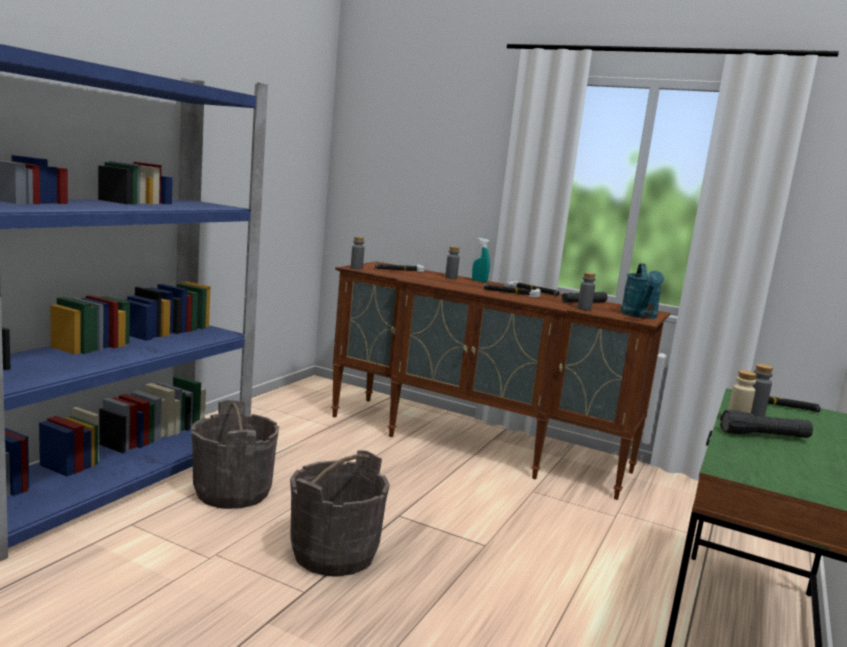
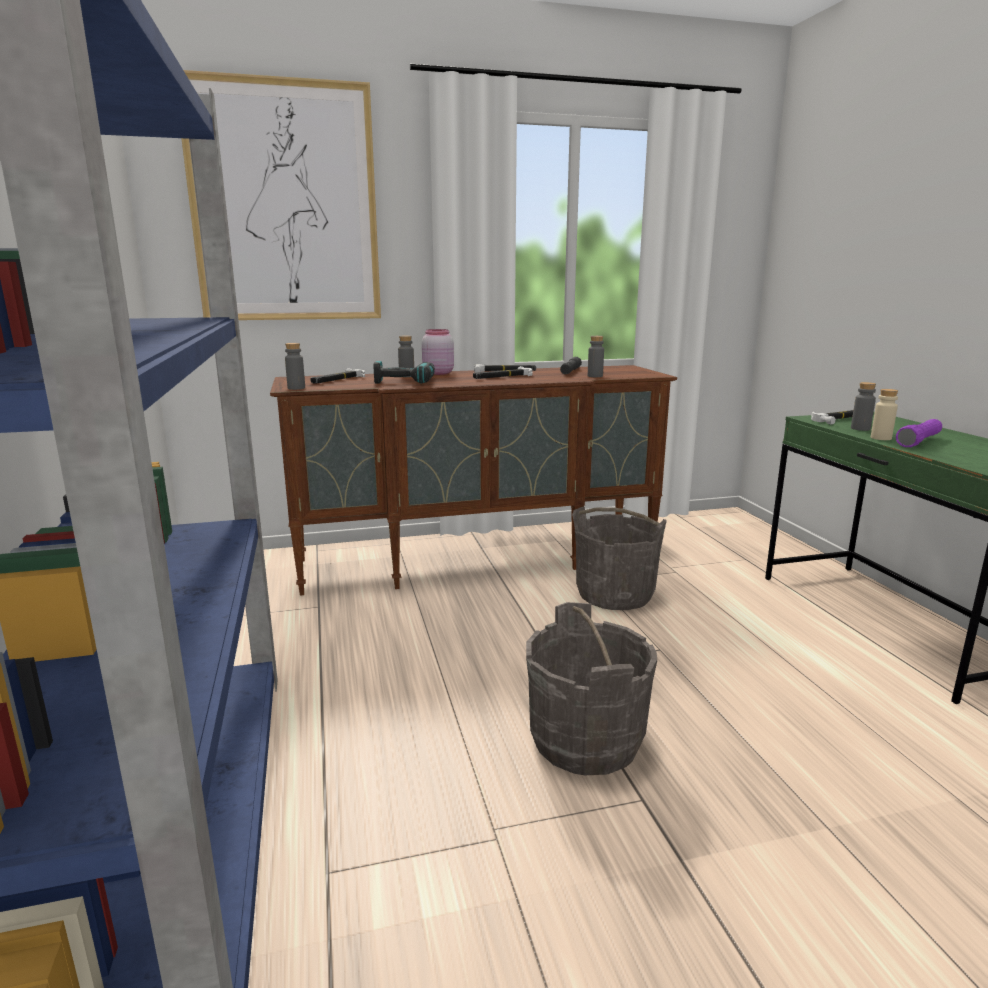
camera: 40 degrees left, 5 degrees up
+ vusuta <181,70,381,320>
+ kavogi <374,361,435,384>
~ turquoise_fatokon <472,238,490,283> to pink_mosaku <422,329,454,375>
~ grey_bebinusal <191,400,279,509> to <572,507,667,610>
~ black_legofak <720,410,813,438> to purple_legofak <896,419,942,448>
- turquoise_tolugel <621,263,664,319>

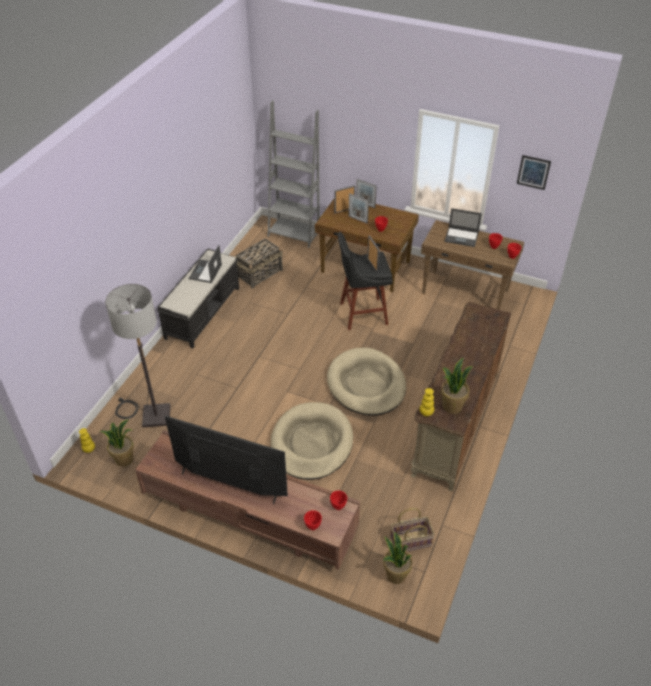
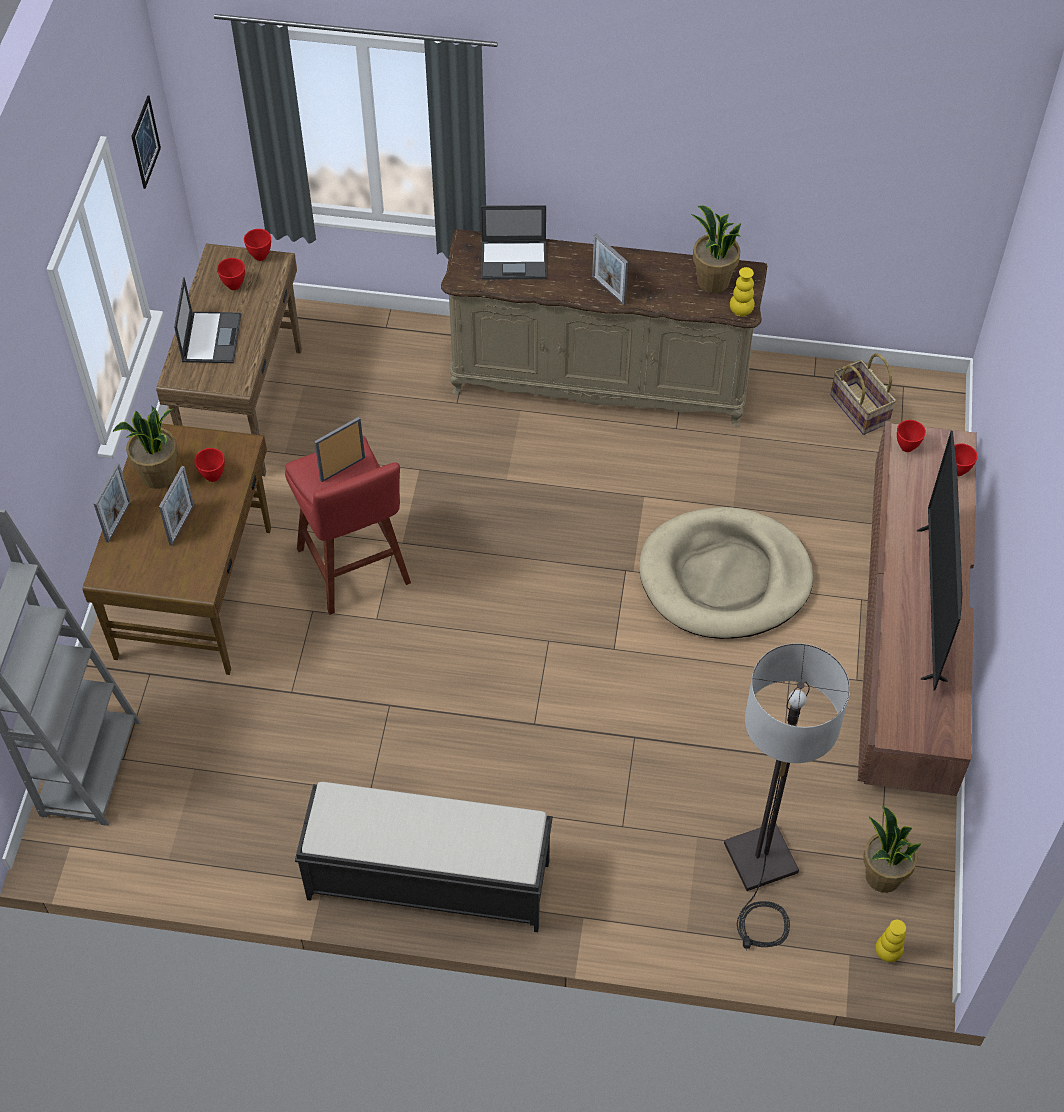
camera: 105 degrees left, 10 degrees up
~ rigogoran <383,532,412,584> to <113,405,178,489>
~ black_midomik <338,232,393,330> to red_midomik <285,436,411,615>
~ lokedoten <189,245,222,283> to <481,205,547,280>
~ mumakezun <334,185,355,213> to <592,234,628,305>
- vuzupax <235,238,283,289>
- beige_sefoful <327,348,406,416>

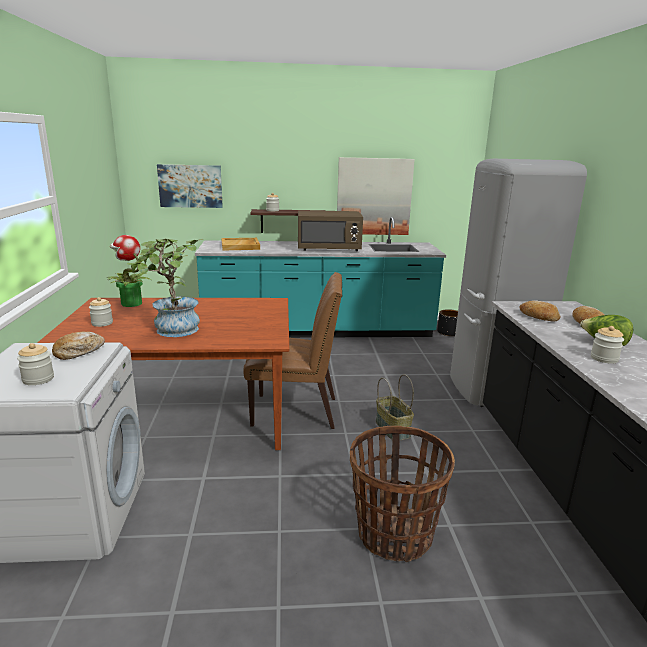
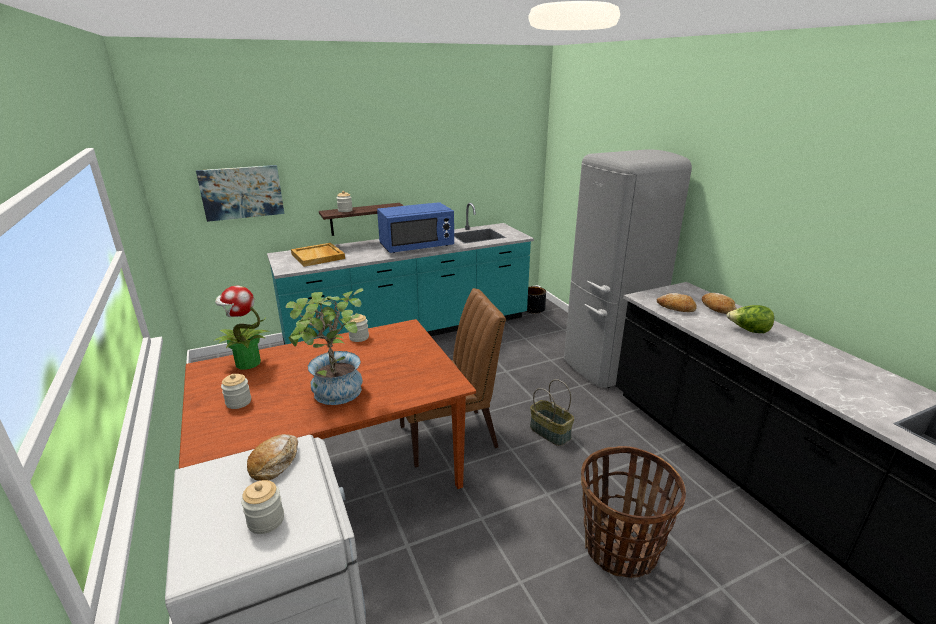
camera: 20 degrees left, 5 degrees up
~ mosaku <591,326,624,364> to <349,313,369,342>
~ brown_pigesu <298,210,363,251> to blue_pigesu <377,202,454,253>
- vusuta <337,157,415,235>

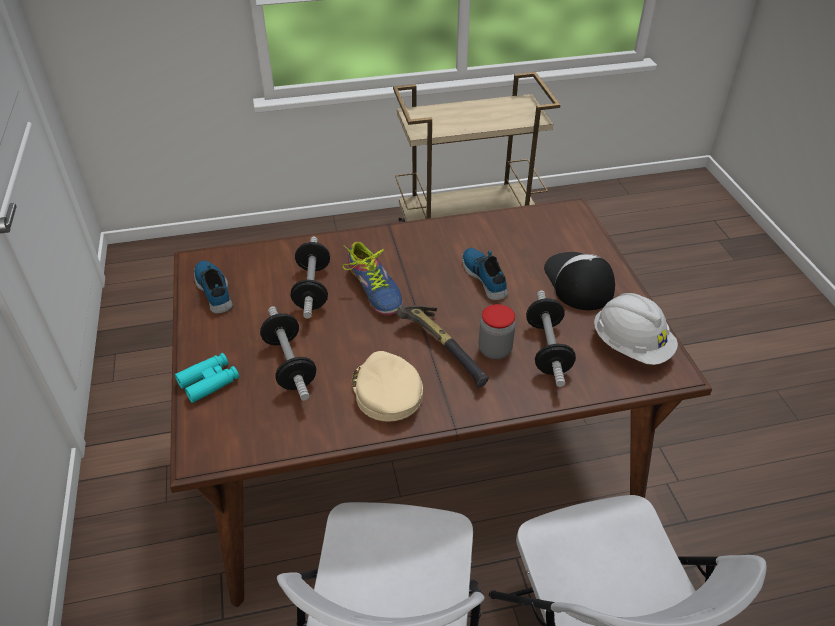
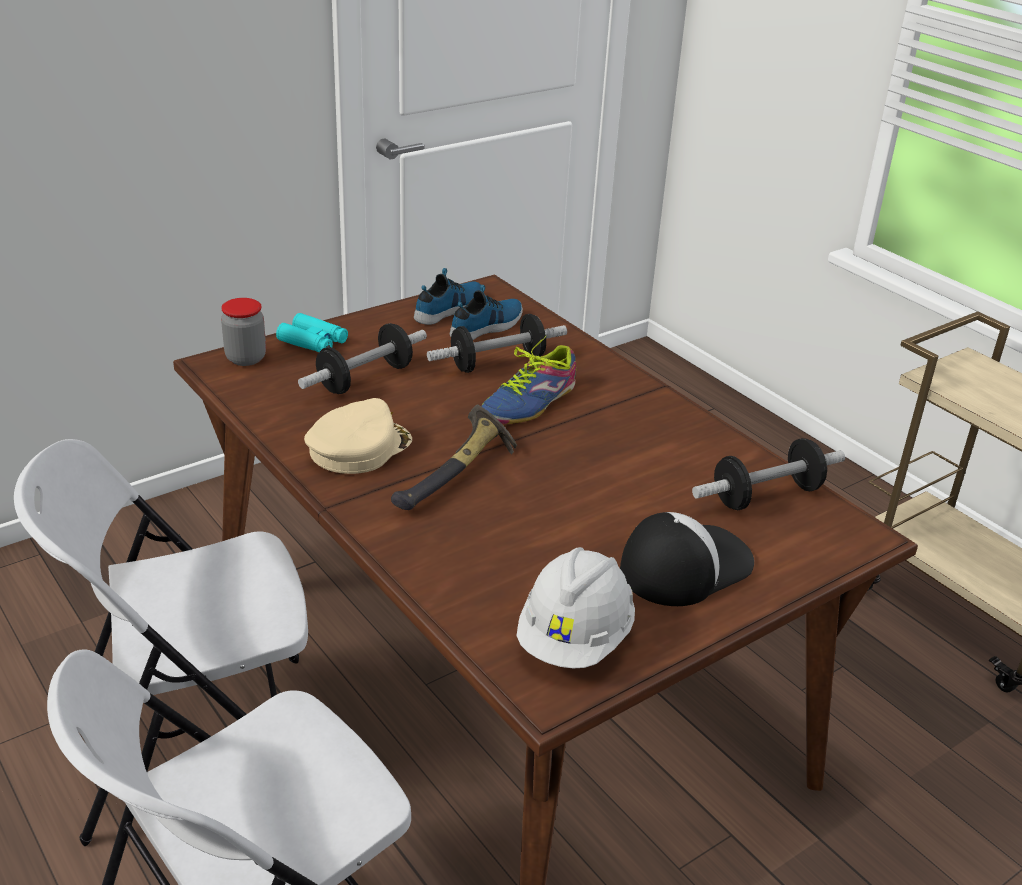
camera: 65 degrees right, 10 degrees down
~ mosaku <479,304,515,360> to <221,298,266,366>
~ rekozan <462,248,508,300> to <450,285,523,340>
~ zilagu <526,290,576,387> to <692,438,845,510>

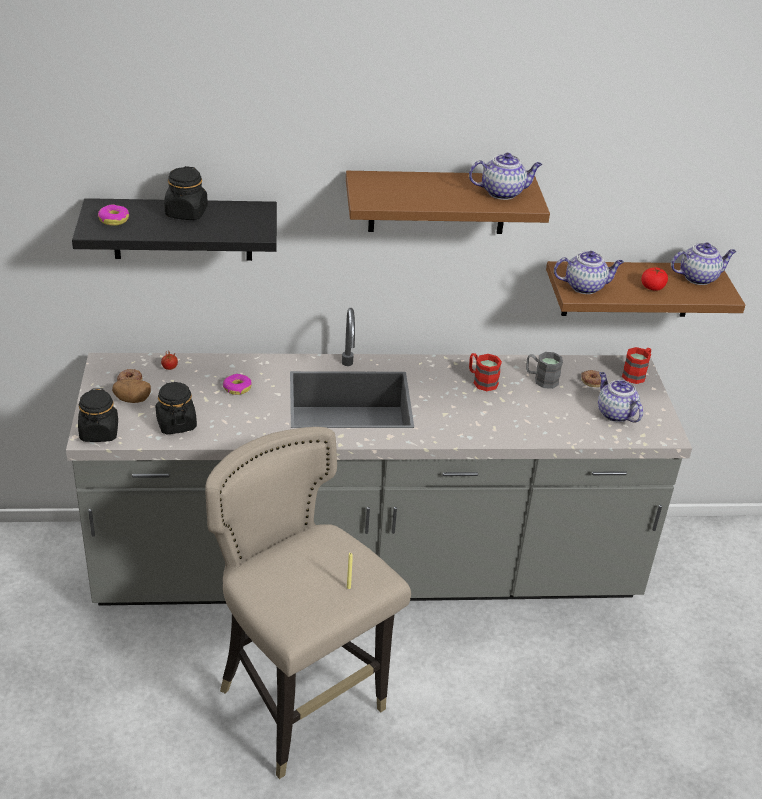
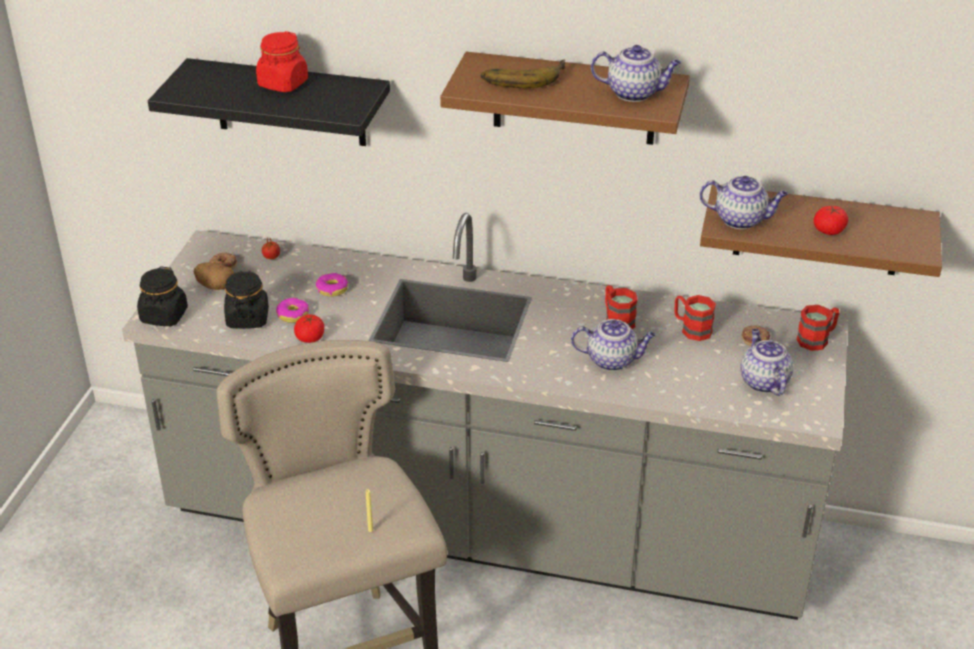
camera: 20 degrees right, 0 degrees up
~ black_mosaku <164,166,208,220> to red_mosaku <256,31,308,92>
~ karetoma <98,205,129,226> to <276,298,309,323>
+ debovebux <294,314,324,343>
+ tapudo <481,60,565,88>
~ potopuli <671,243,736,285> to <571,319,656,371>
~ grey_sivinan <526,352,563,389> to red_sivinan <674,295,716,341>

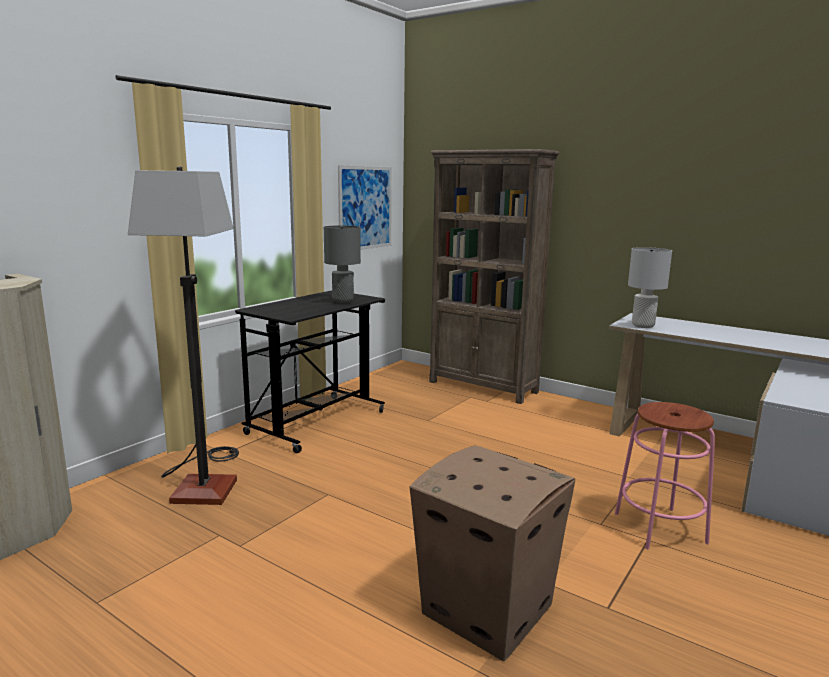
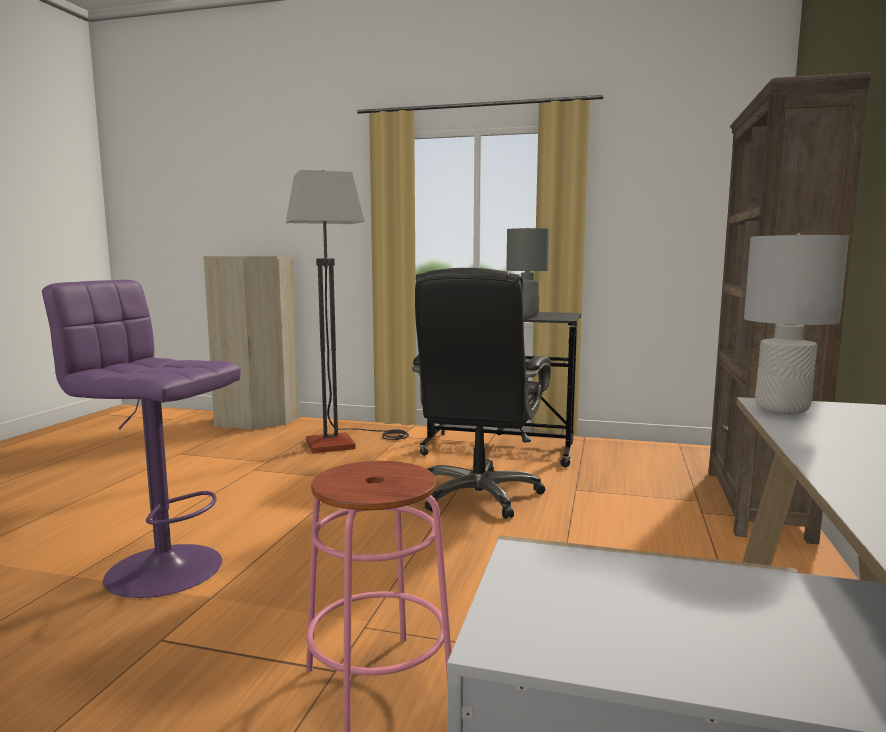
camera: 70 degrees right, 5 degrees down
~ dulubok <409,445,575,661> to purple_midomik <42,280,241,598>
+ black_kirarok <412,268,551,519>
- vusuta <338,165,392,250>

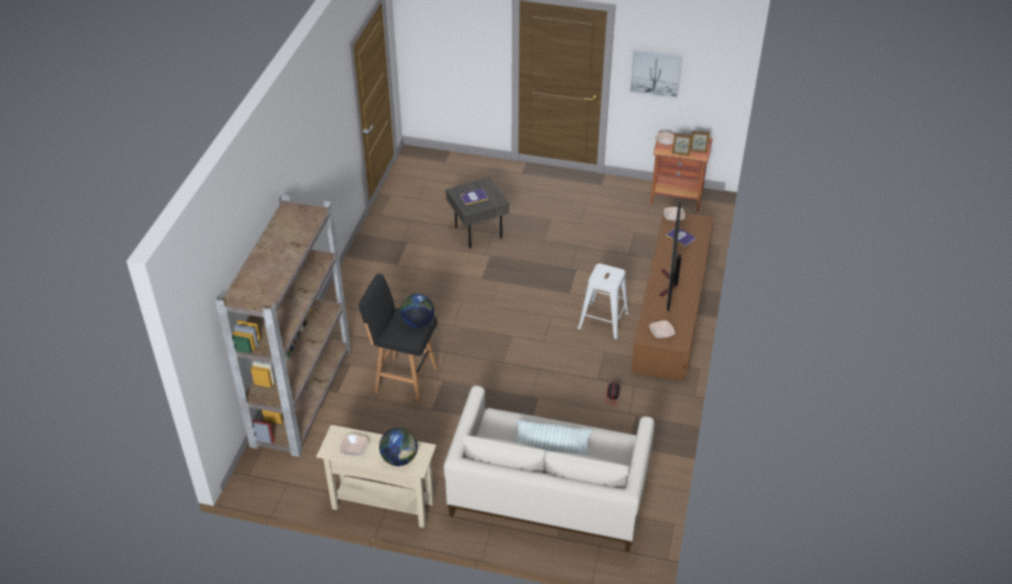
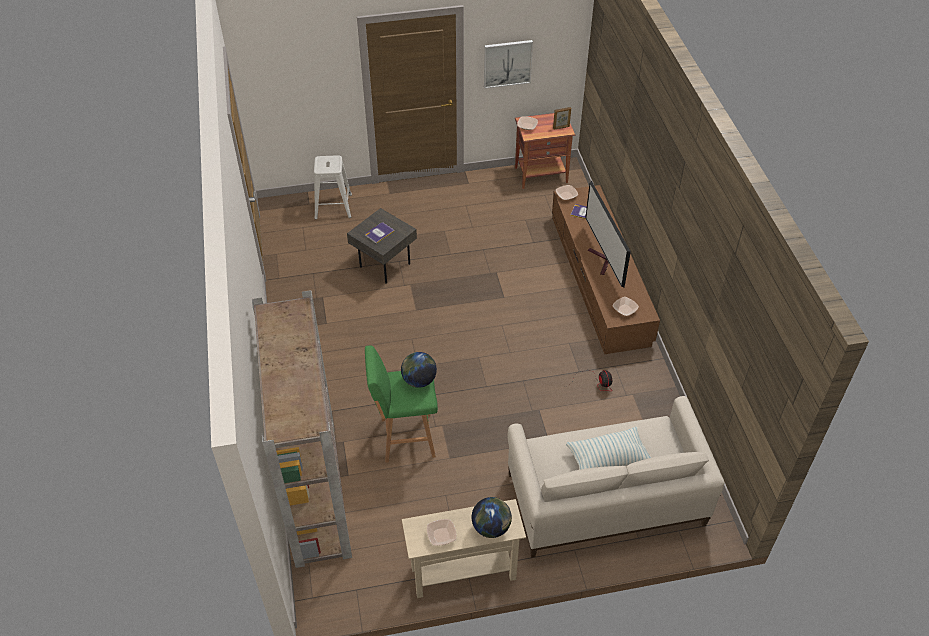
camera: 25 degrees left, 5 degrees up
~ white_midomik <578,264,629,340> to <314,155,352,219>
~ black_midomik <359,274,438,404> to green_midomik <365,345,438,463>
- mumakezun <672,133,692,156>

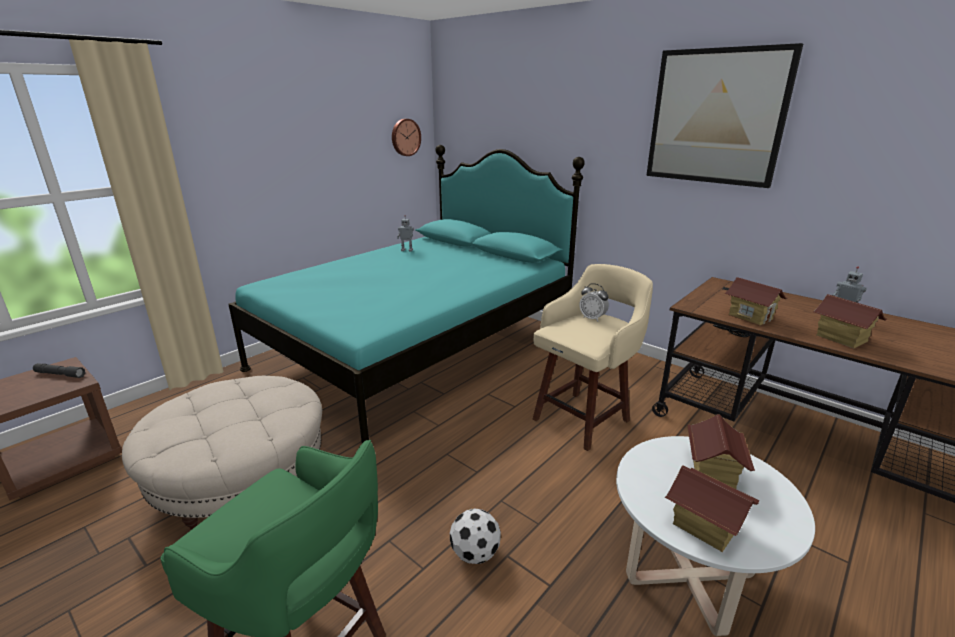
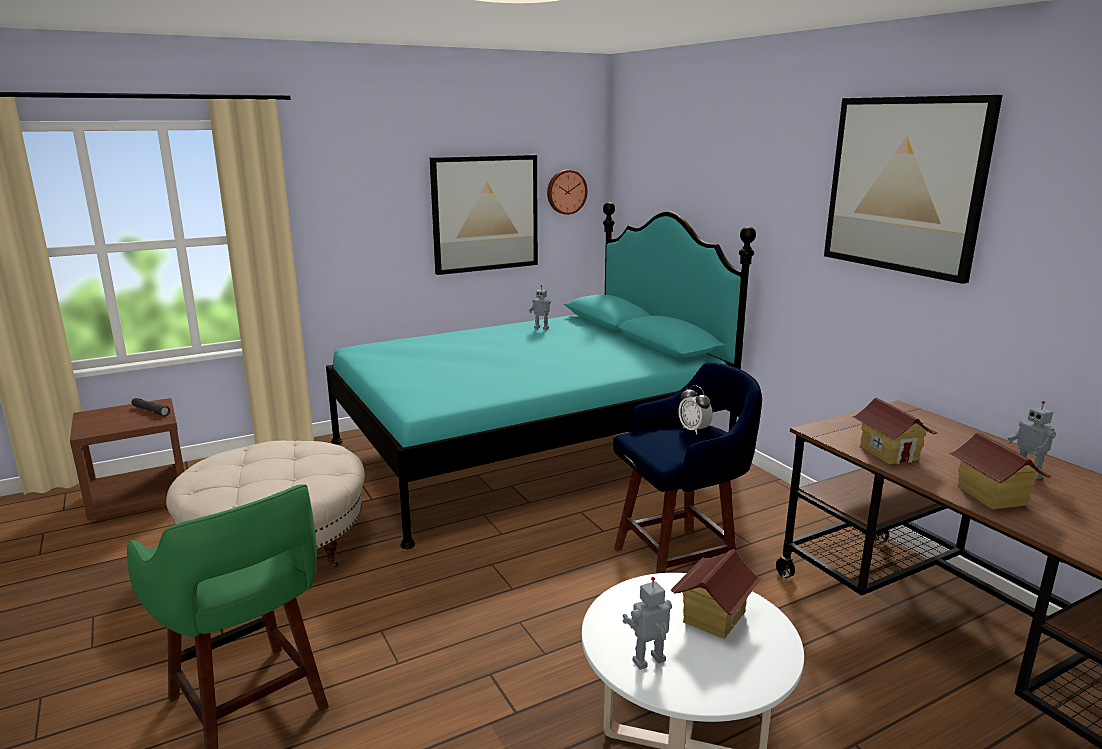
camera: 20 degrees right, 5 degrees down
+ vusuta <430,155,538,275>
~ beige_midomik <533,264,653,451> to blue_midomik <613,363,762,574>
~ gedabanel <665,466,759,552> to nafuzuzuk <622,577,672,670>
- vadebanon <450,509,501,564>

